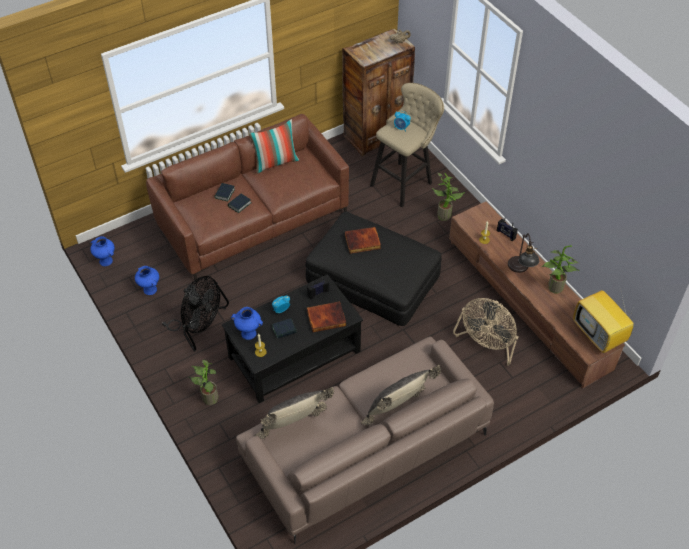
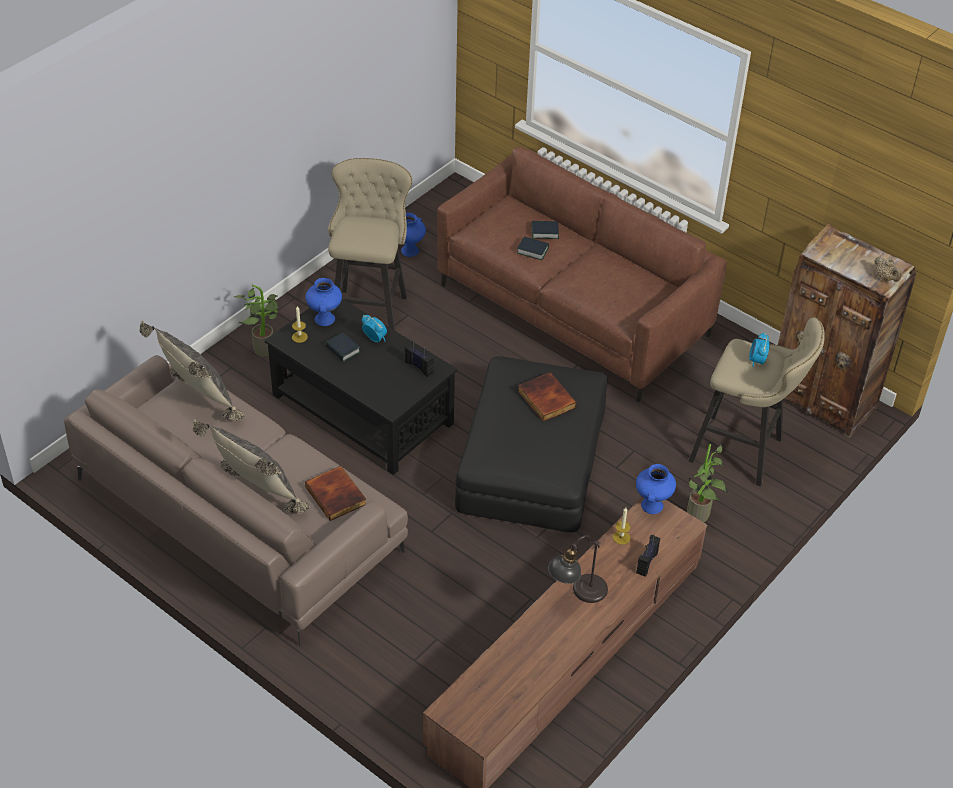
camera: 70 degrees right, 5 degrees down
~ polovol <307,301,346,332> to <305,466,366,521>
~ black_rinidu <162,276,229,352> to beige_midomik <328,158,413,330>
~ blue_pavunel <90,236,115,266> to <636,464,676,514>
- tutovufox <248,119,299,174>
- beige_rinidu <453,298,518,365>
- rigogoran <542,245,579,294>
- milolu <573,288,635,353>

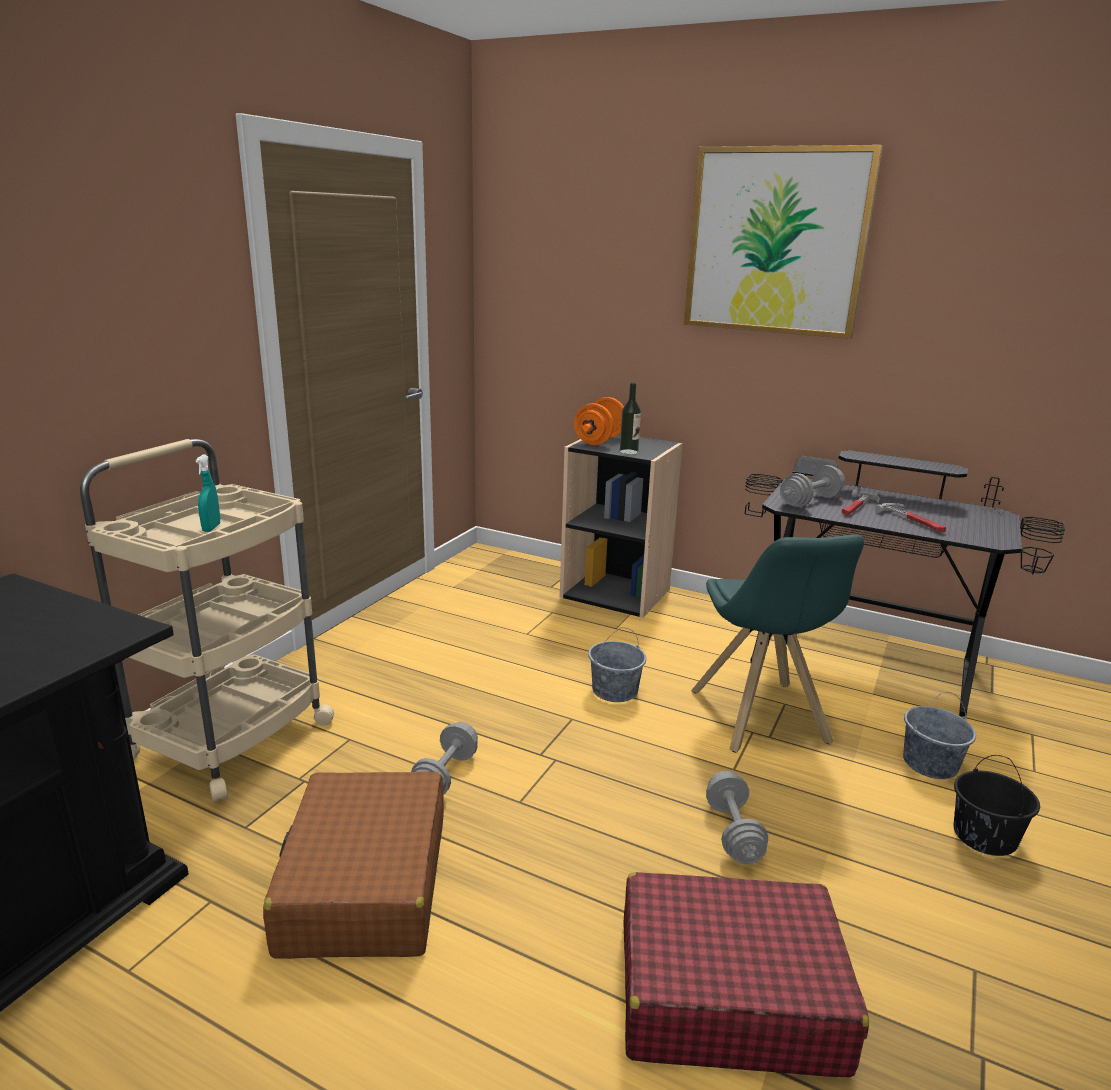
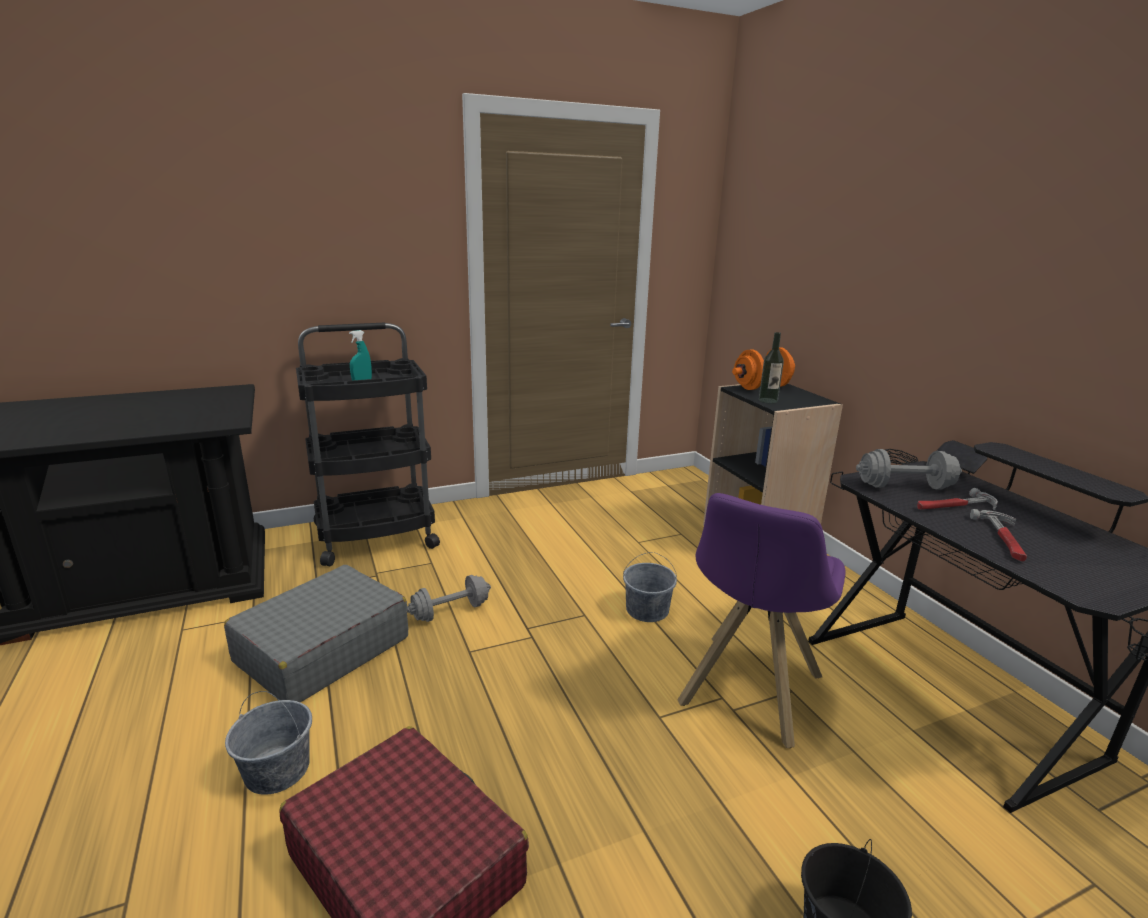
camera: 40 degrees right, 0 degrees up
~ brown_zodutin <263,771,444,959> to grey_zodutin <224,565,408,702>
~ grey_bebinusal <903,692,976,779> to <225,691,312,795>
~ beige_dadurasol <80,439,334,802> to black_dadurasol <296,322,440,566>
~ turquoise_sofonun <691,535,864,753> to purple_sofonun <677,493,846,748>
- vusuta <684,145,883,339>
- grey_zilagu <706,771,768,864>

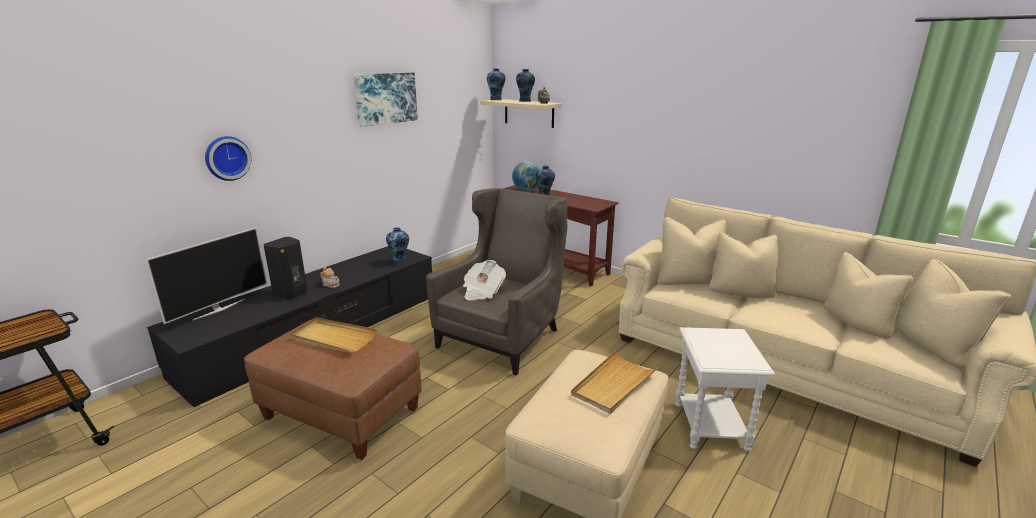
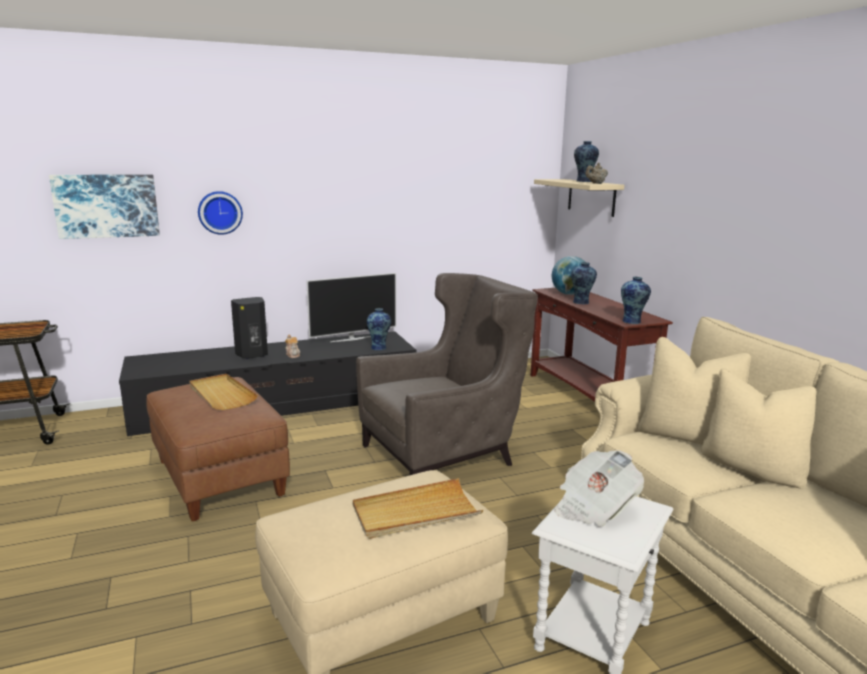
camera: 30 degrees right, 5 degrees down
~ vusuta <353,72,418,127> to <49,174,160,239>
~ milolu <146,228,267,324> to <306,273,396,342>
~ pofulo <463,260,506,300> to <555,450,644,527>
~ pavunel <487,69,505,100> to <621,277,651,324>

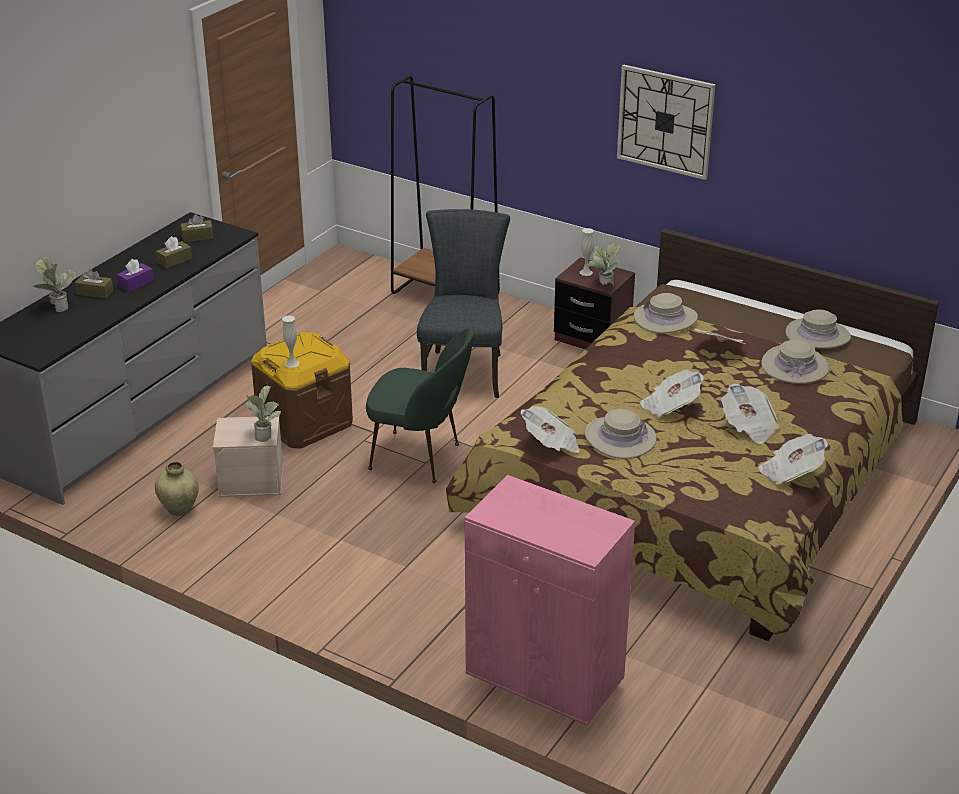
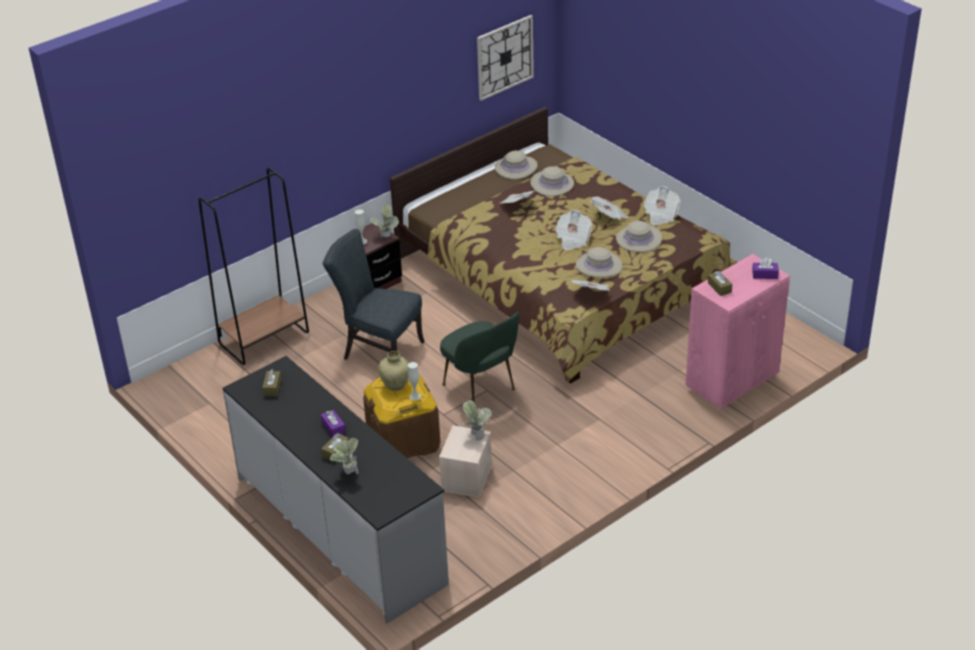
camera: 70 degrees left, 5 degrees up
~ beige_pavunel <155,462,199,516> to <378,351,409,391>
~ green_sofonun <366,328,474,483> = <440,312,520,403> 105 degrees clockwise
~ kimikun <617,65,716,180> to <477,15,534,101>
~ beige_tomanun <634,293,698,333> to <616,221,662,252>
~ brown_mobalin <156,236,192,268> to <708,271,732,296>
+ purple_mobalin <752,257,779,279>

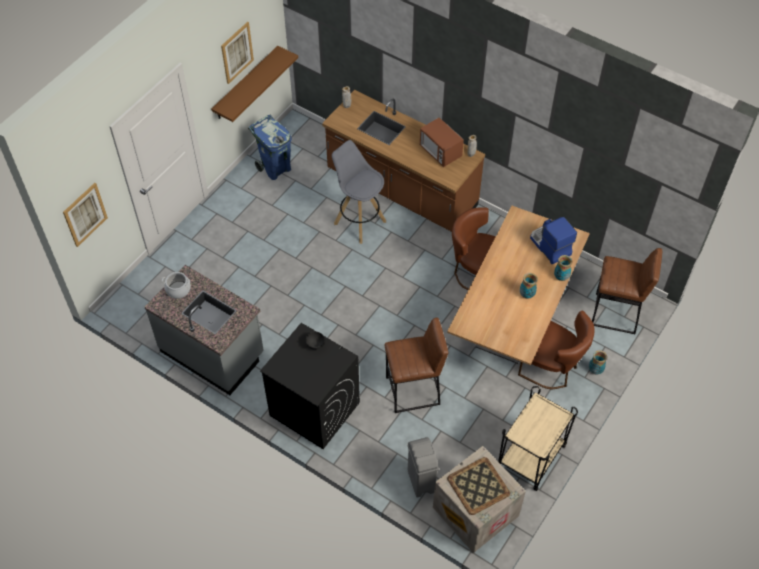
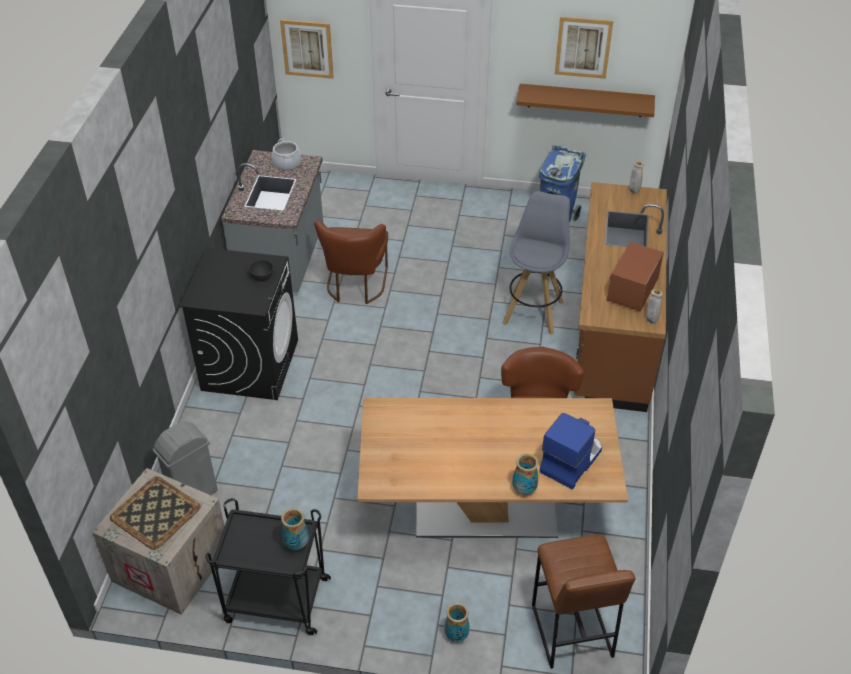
camera: 65 degrees right, 10 degrees down
~ beige_dadurasol <498,386,578,491> to black_dadurasol <205,498,331,635>
~ pavunel <520,273,538,299> to <281,508,309,550>
~ brown_sofonun <518,311,595,389> to <314,220,388,304>
- brown_midomik <385,318,448,413>

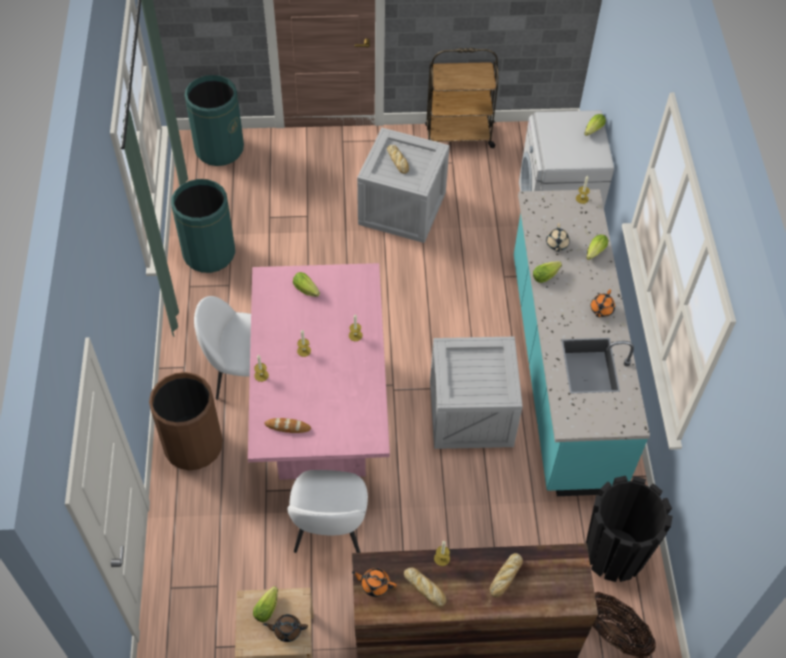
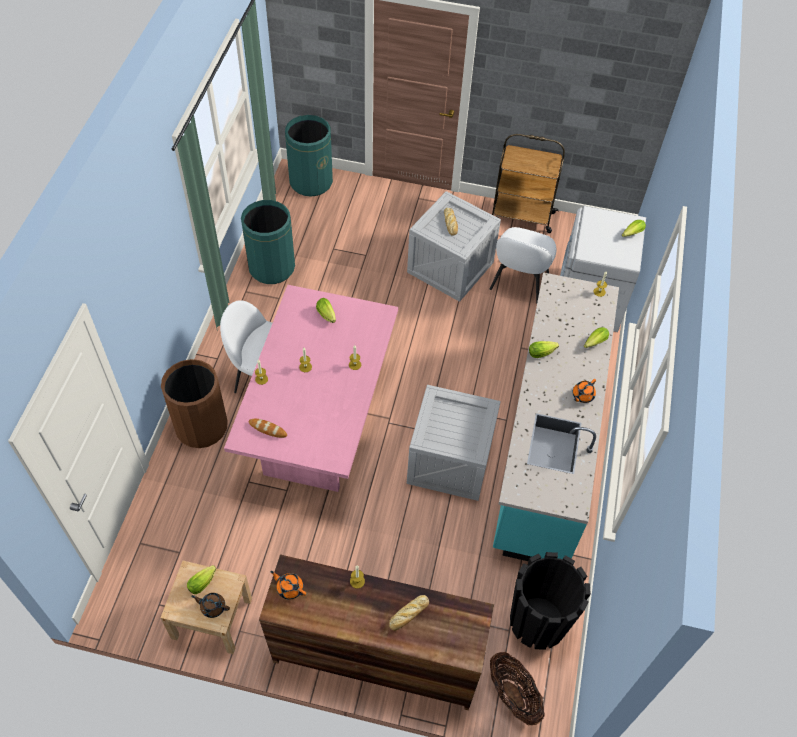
camera: 15 degrees right, 0 degrees up
~ white_sofonun <287,470,368,553> to <490,227,556,303>
- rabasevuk <404,567,447,607>
- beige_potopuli <546,223,570,252>

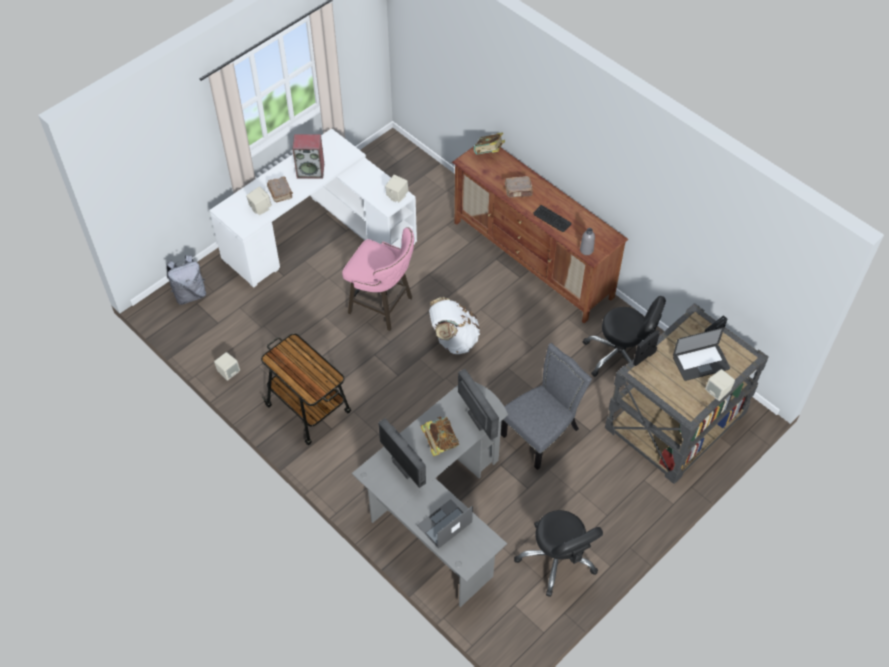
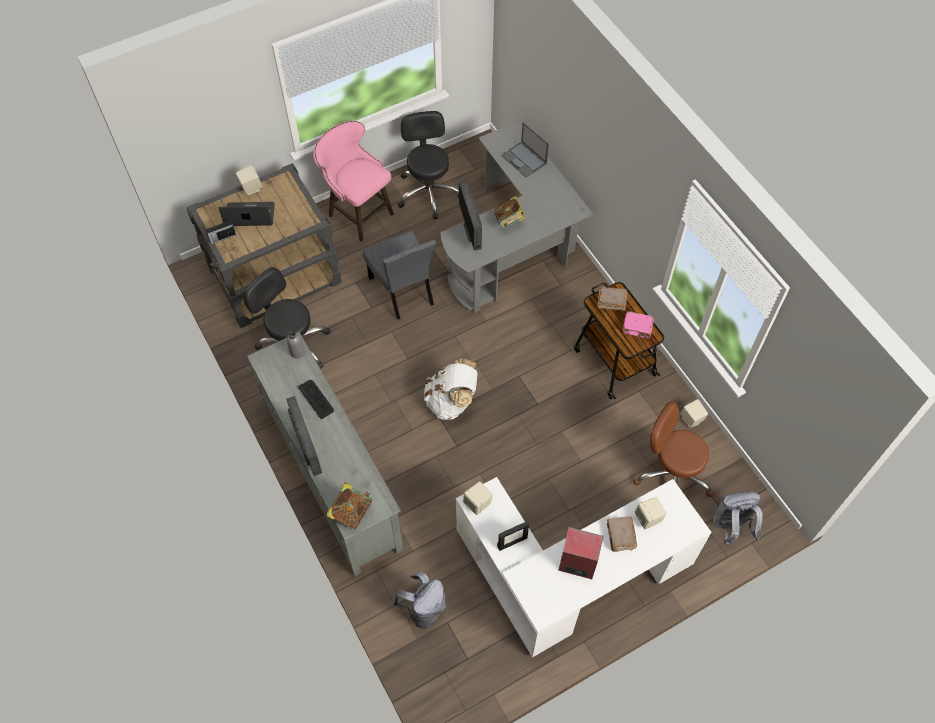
camera: 165 degrees left, 5 degrees up
~ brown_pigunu <452,146,628,323> to grey_pigunu <247,332,403,577>
~ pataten <378,418,426,488> to <286,396,322,476>
~ pink_midomik <342,227,414,331> to <313,121,394,241>
~ grey_sofonun <501,343,592,470> = <363,231,436,320> 90 degrees counterclockwise
+ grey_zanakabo <394,572,446,629>
~ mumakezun <633,330,660,366> to <497,521,529,551>
~ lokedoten <417,499,473,549> = <501,122,549,178> 75 degrees clockwise
~ brown_polovol <505,176,533,197> to <597,287,627,311>
+ pink_polovol <622,311,654,339>
+ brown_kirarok <633,401,714,497>

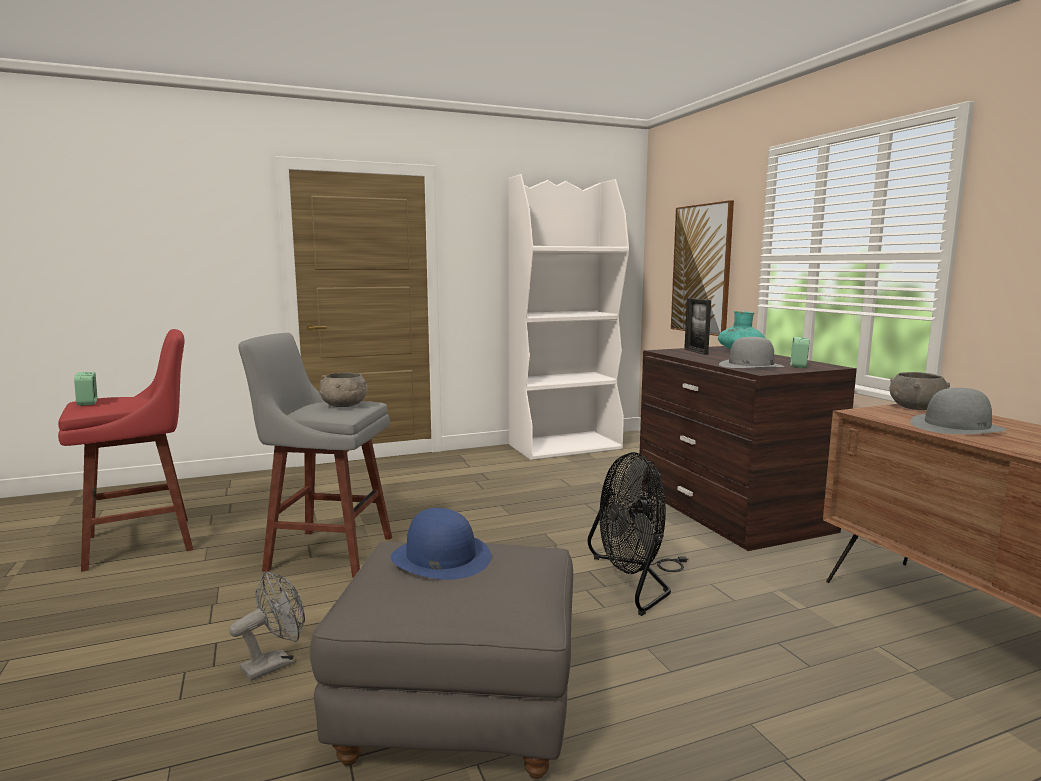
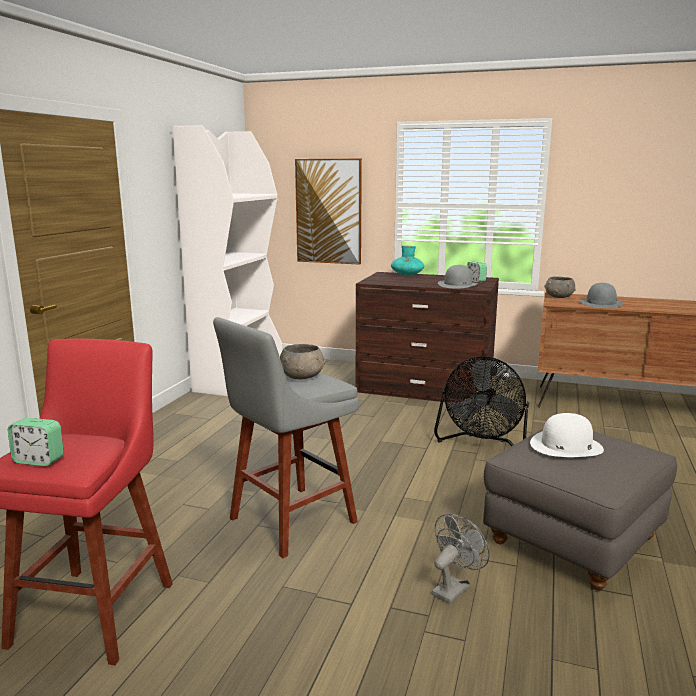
camera: 50 degrees left, 5 degrees up
~ grey_rinidu <229,571,305,681> = <432,514,490,604> 45 degrees clockwise
~ blue_tomanun <391,508,491,580> to white_tomanun <530,413,604,457>
- mumakezun <684,298,711,355>

